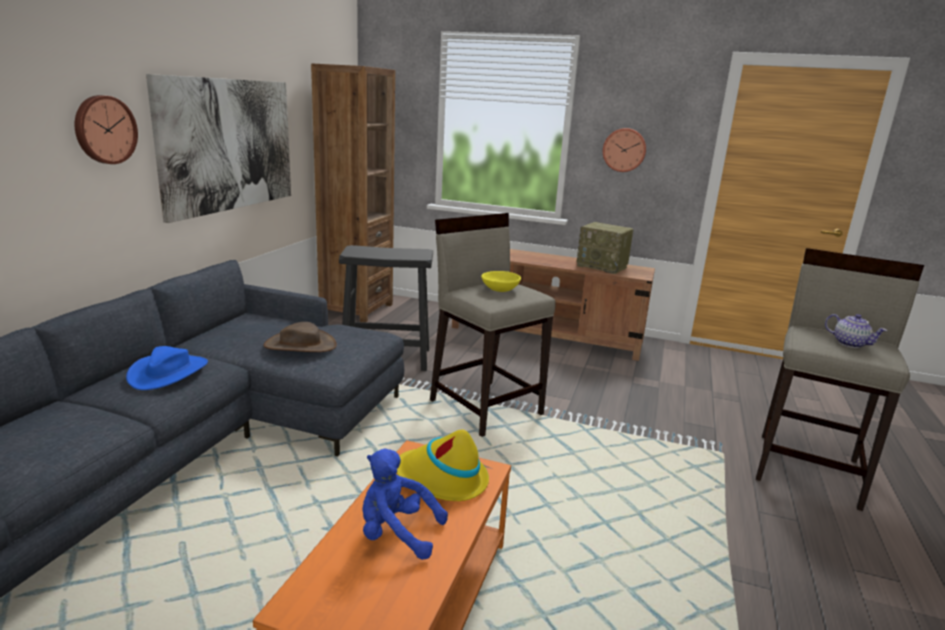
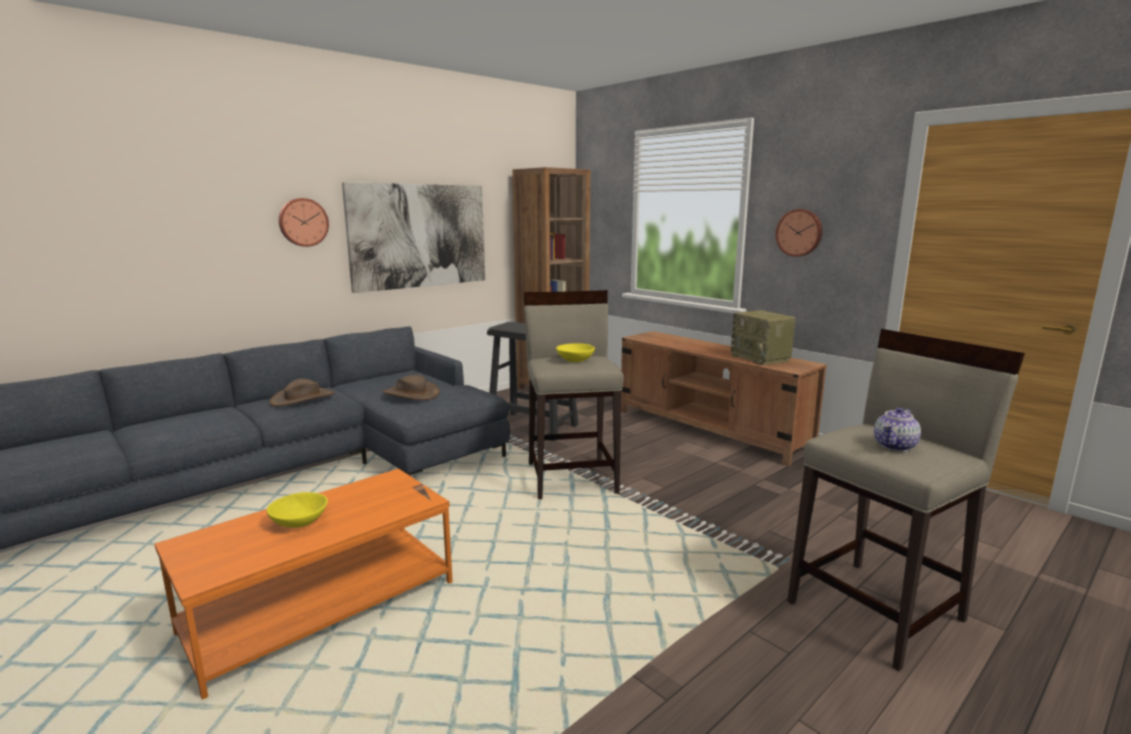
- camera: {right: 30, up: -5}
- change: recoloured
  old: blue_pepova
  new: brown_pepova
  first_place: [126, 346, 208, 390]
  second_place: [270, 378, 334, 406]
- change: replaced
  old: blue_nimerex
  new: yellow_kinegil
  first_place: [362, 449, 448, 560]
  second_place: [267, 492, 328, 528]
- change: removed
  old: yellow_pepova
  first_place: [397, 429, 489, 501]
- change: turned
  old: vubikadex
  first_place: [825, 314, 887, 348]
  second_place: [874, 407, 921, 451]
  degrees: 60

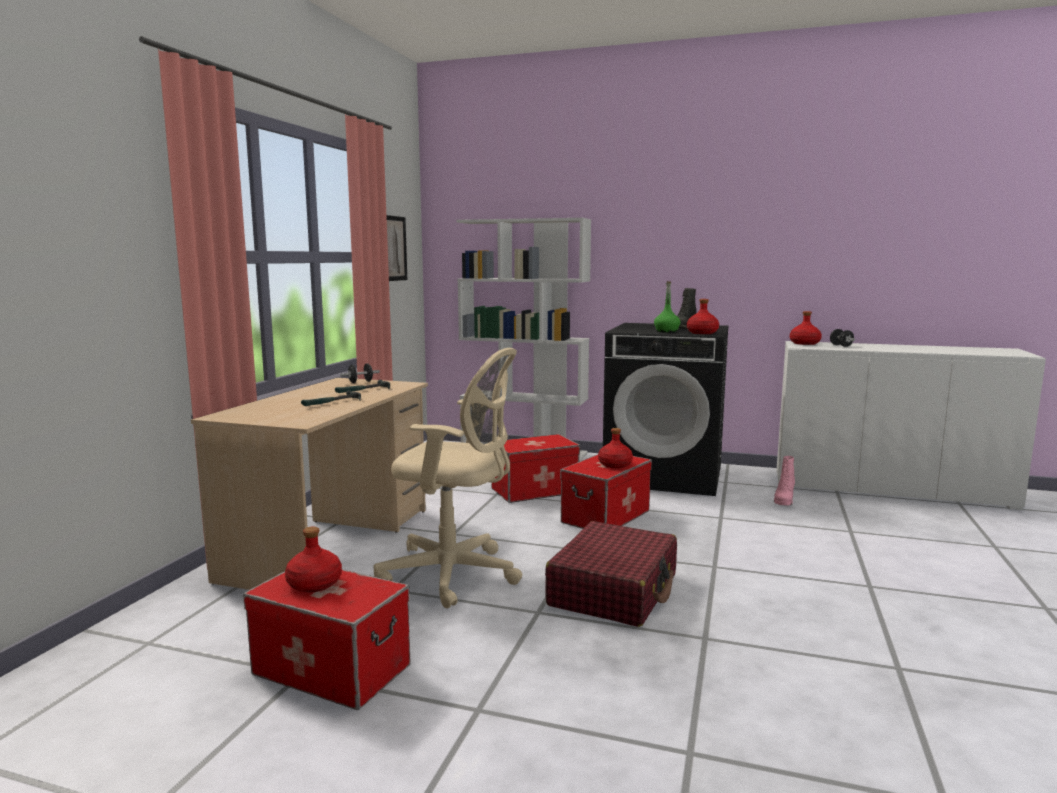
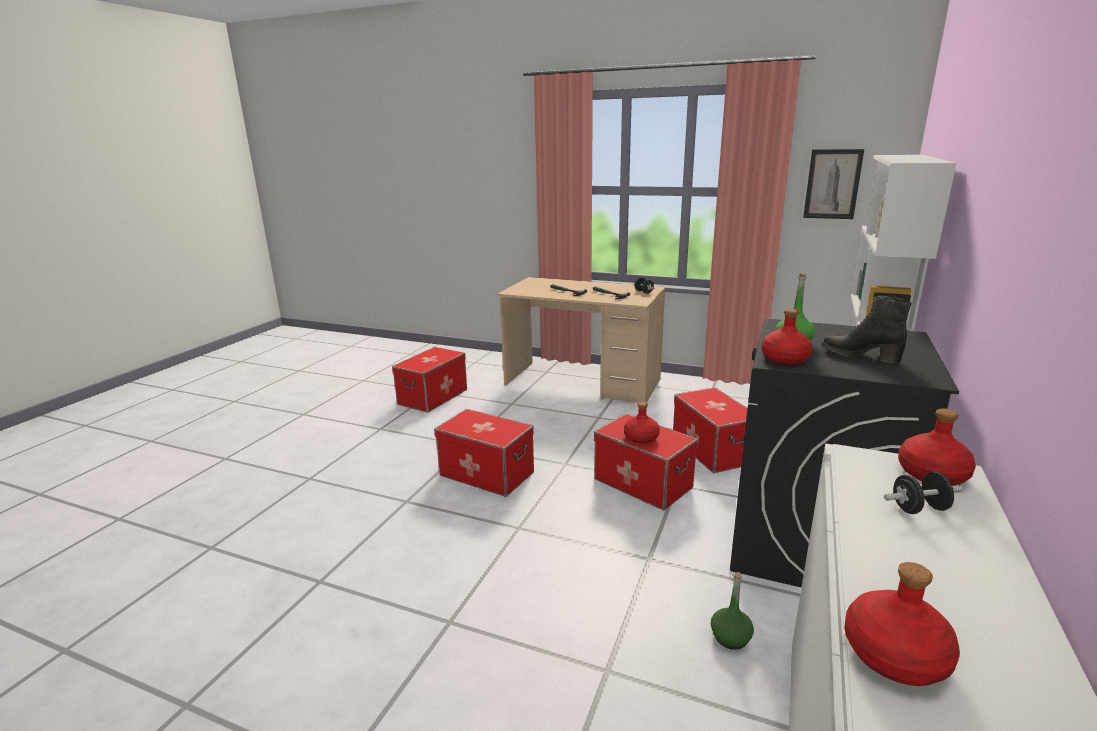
- camera: {right: 95, up: 10}
- change: moved
  old: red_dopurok
  first_place: [285, 526, 342, 592]
  second_place: [844, 562, 960, 686]
- change: removed
  old: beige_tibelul
  first_place: [374, 348, 523, 608]
- change: replaced
  old: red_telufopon
  new: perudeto
  first_place: [545, 521, 677, 627]
  second_place: [434, 409, 534, 497]
- change: replaced
  old: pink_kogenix
  new: green_dopurok
  first_place: [774, 456, 795, 505]
  second_place: [711, 572, 754, 650]

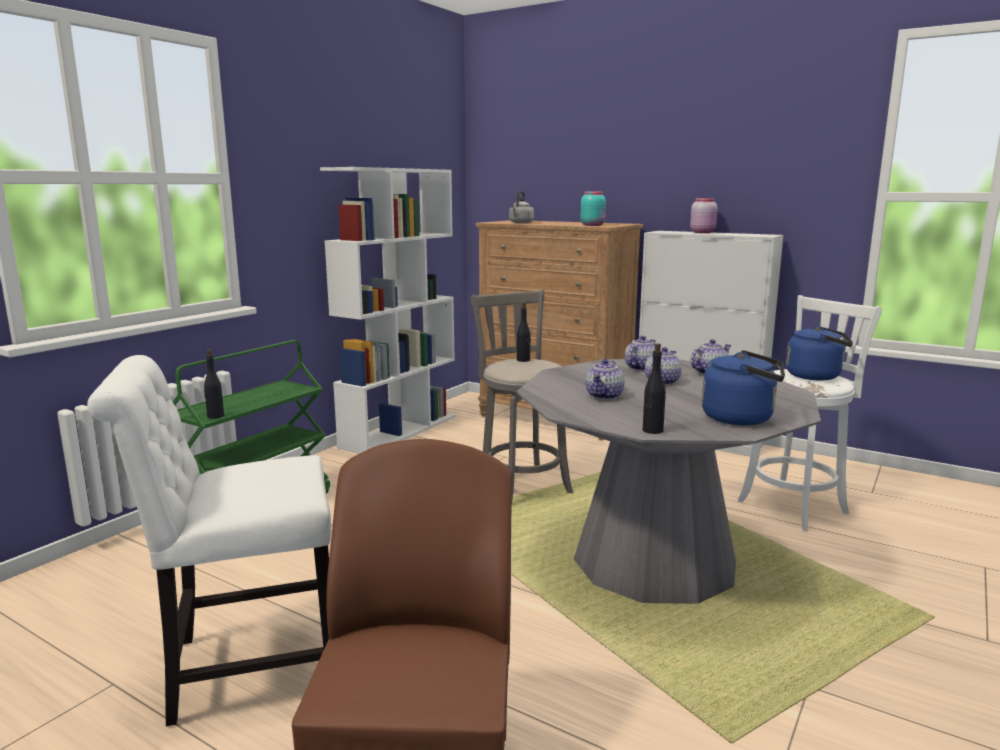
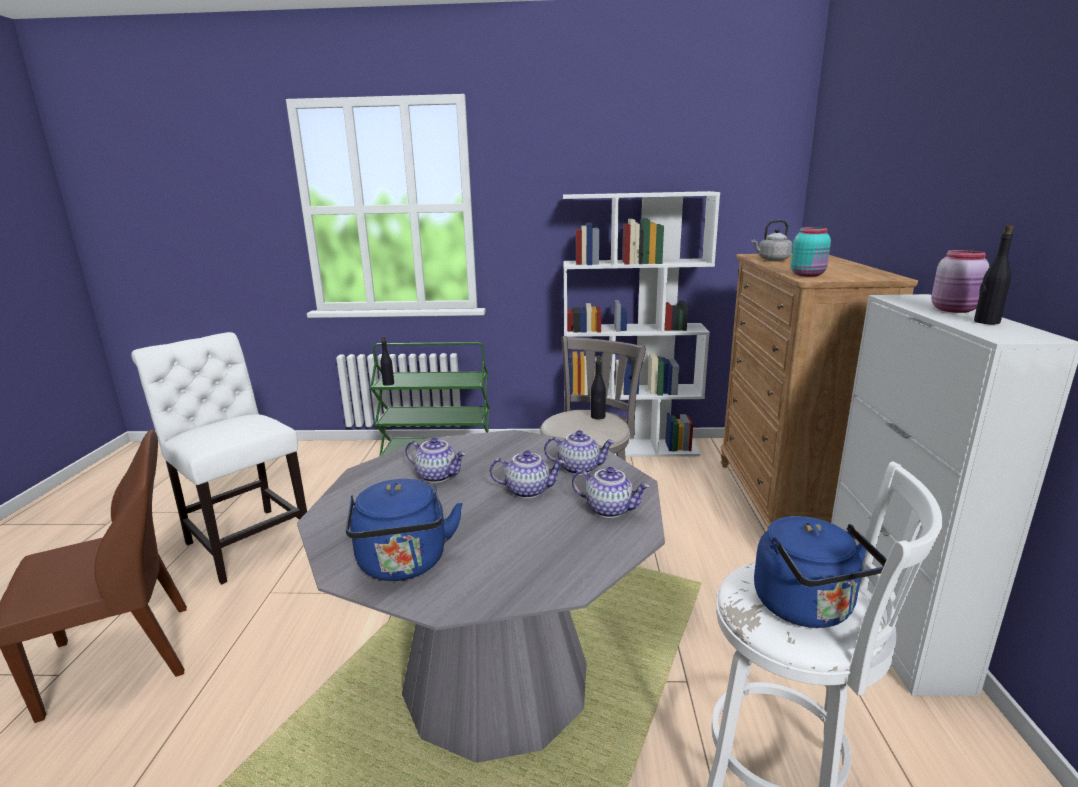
- camera: {right: 60, up: 5}
- change: turned
  old: vubikadex
  first_place: [585, 359, 625, 400]
  second_place: [406, 438, 466, 483]
  degrees: -150
- change: moved
  old: black_dopurok
  first_place: [643, 343, 666, 434]
  second_place: [974, 225, 1014, 324]

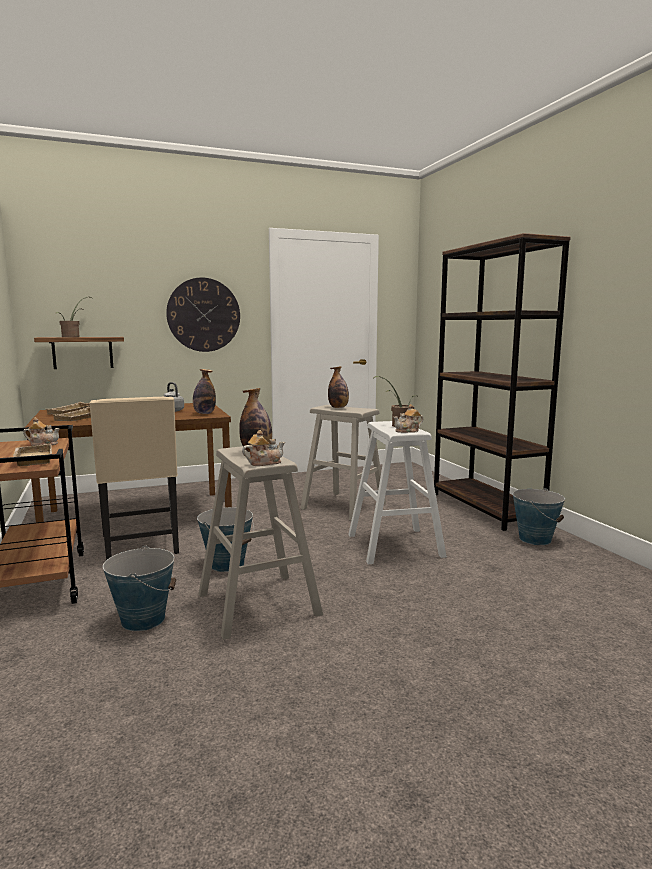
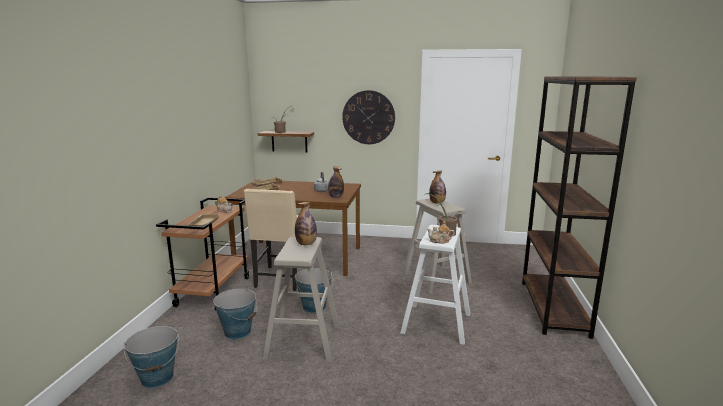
- camera: {right: 30, up: 5}
- change: removed
  old: vubikadex
  first_place: [242, 430, 285, 466]
- change: moved
  old: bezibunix
  first_place: [513, 488, 565, 545]
  second_place: [124, 326, 179, 388]

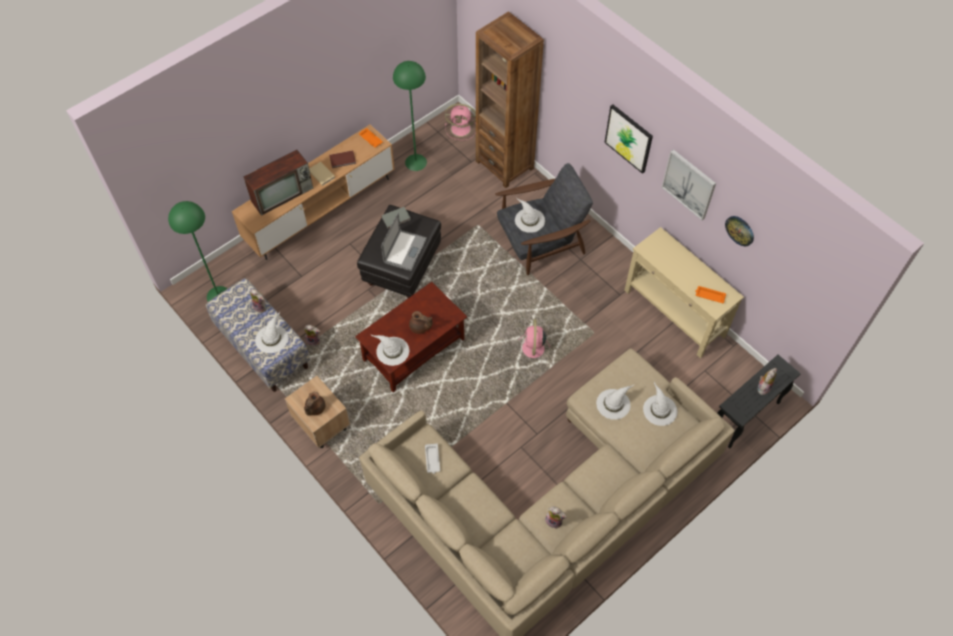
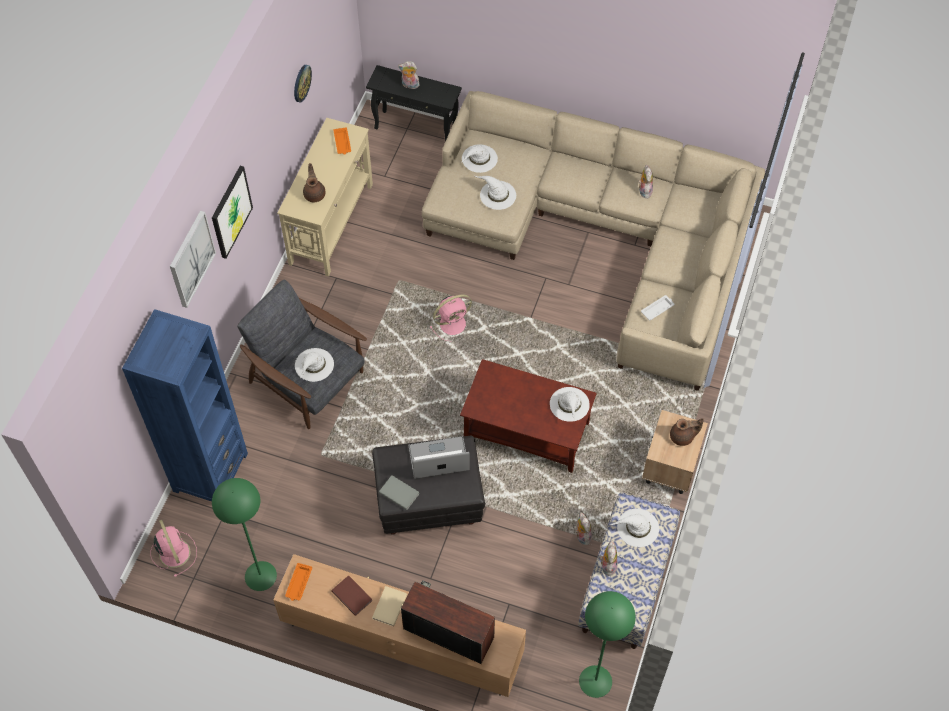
- camera: {right: -120, up: 0}
- change: moved
  old: brown_vubikadex
  first_place: [409, 311, 433, 334]
  second_place: [303, 163, 325, 202]
- change: recoloured
  old: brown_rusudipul
  new: blue_rusudipul
  first_place: [476, 11, 544, 188]
  second_place: [122, 309, 248, 501]
- change: moved
  old: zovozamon
  first_place: [662, 149, 716, 220]
  second_place: [170, 211, 216, 308]

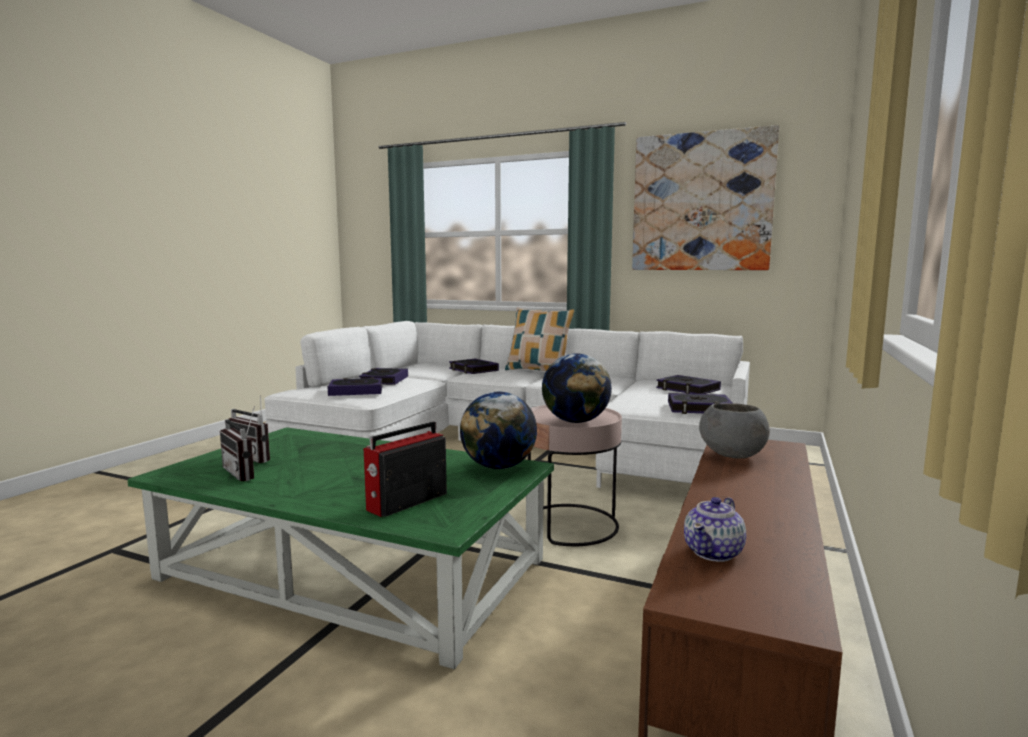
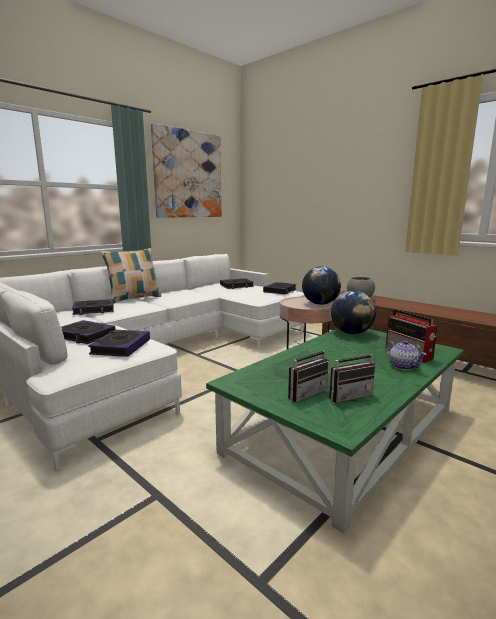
- camera: {right: -70, up: 5}
- change: moved
  old: vubikadex
  first_place: [684, 497, 746, 562]
  second_place: [385, 341, 427, 370]

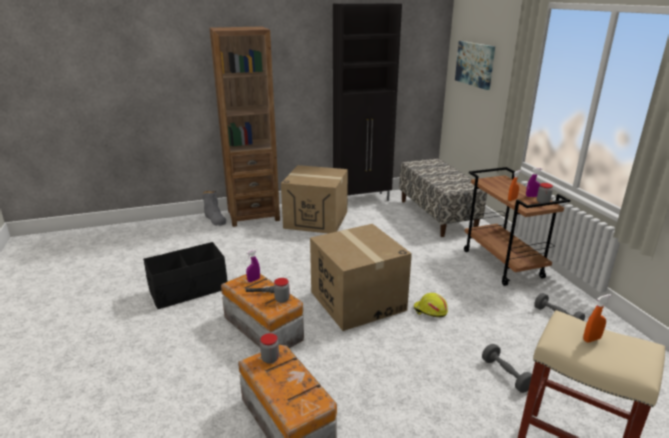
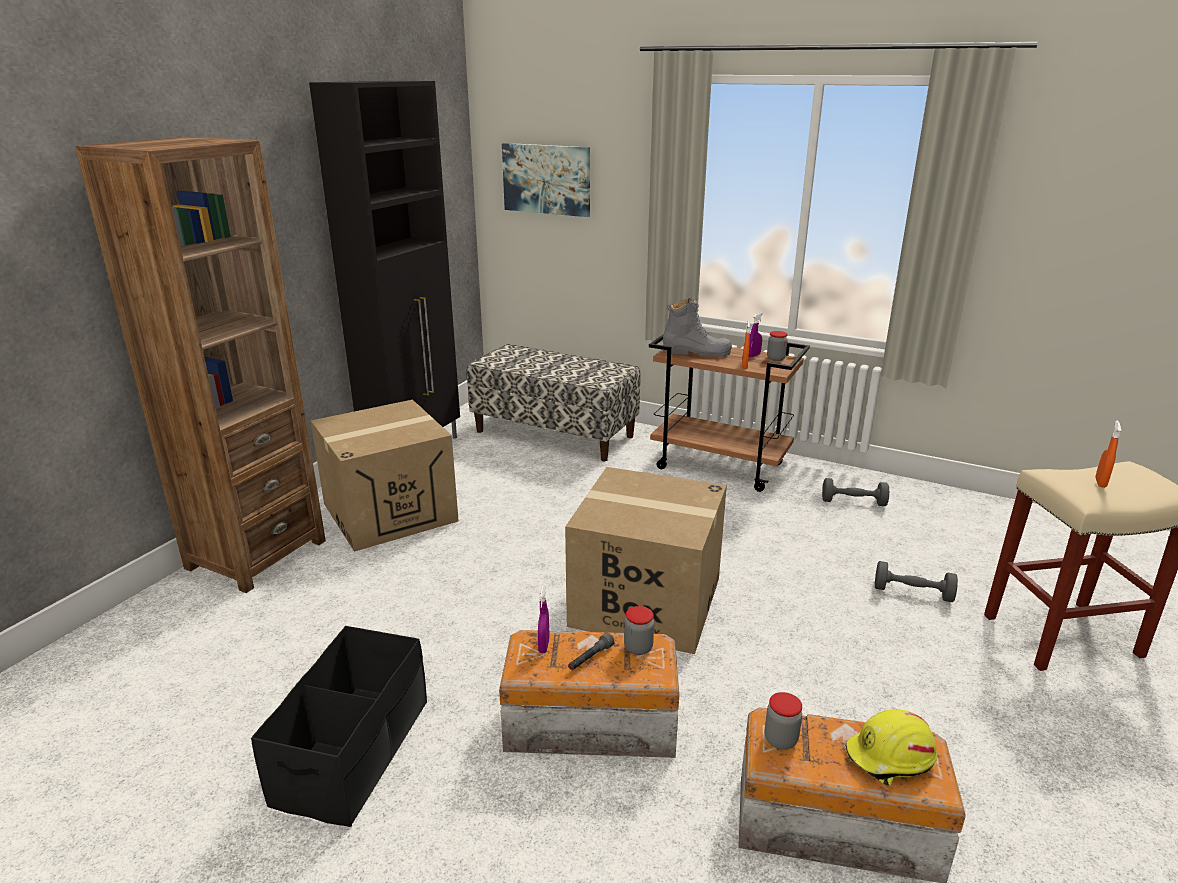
- camera: {right: -45, up: 0}
- change: moved
  old: grey_kogenix
  first_place: [202, 191, 226, 226]
  second_place: [663, 298, 732, 357]
- change: moved
  old: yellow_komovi
  first_place: [414, 293, 448, 317]
  second_place: [845, 709, 937, 785]

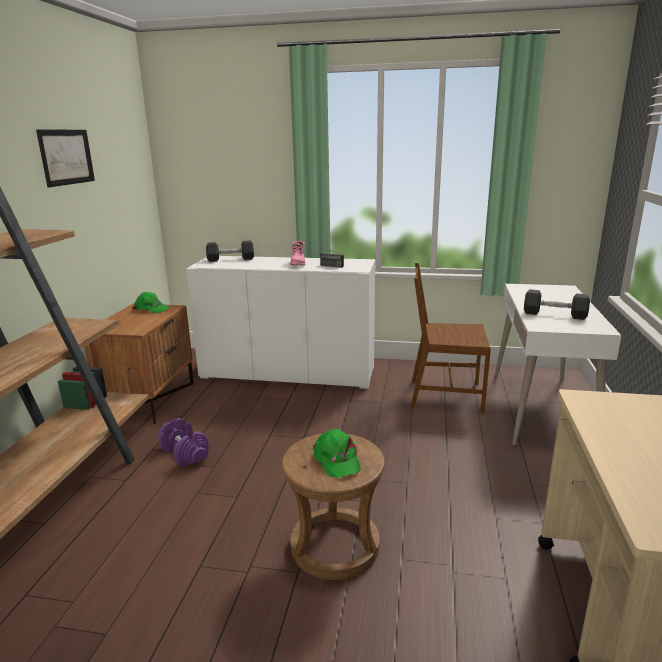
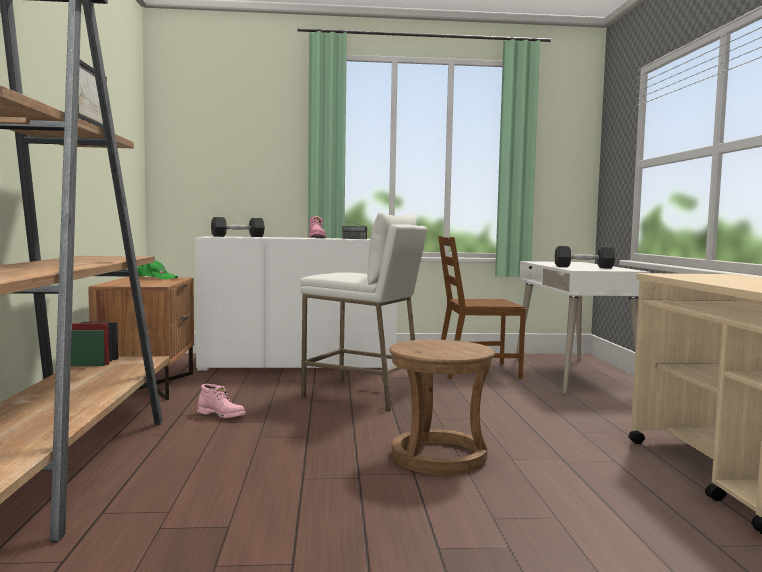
- camera: {right: -15, up: -15}
- change: replaced
  old: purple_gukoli
  new: pink_kogenix
  first_place: [158, 418, 209, 467]
  second_place: [197, 384, 246, 418]
- change: removed
  old: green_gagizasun
  first_place: [313, 429, 361, 478]
- change: added
  new: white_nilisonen
  second_place: [300, 212, 427, 411]

